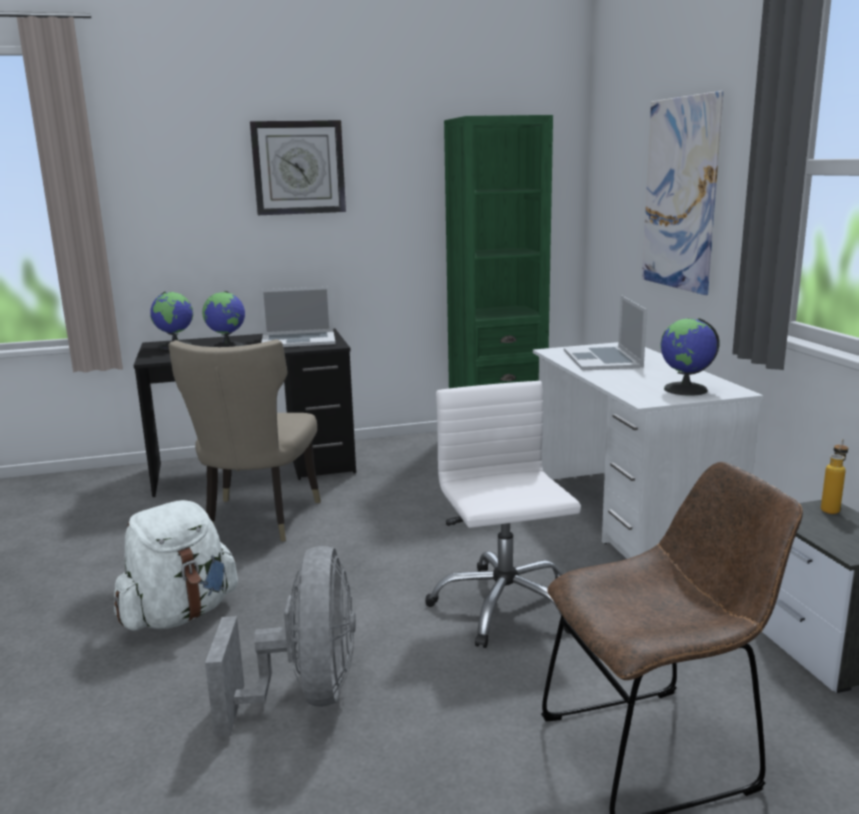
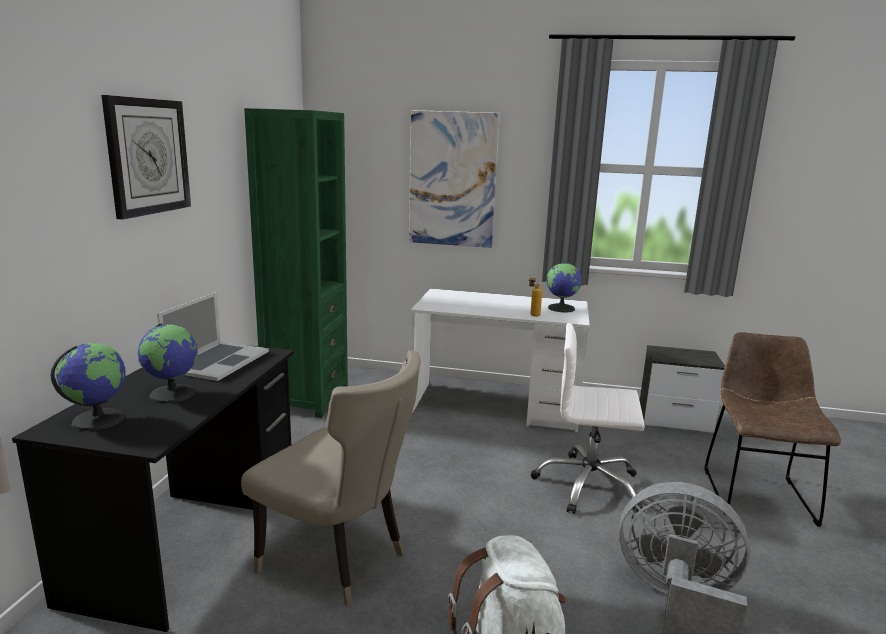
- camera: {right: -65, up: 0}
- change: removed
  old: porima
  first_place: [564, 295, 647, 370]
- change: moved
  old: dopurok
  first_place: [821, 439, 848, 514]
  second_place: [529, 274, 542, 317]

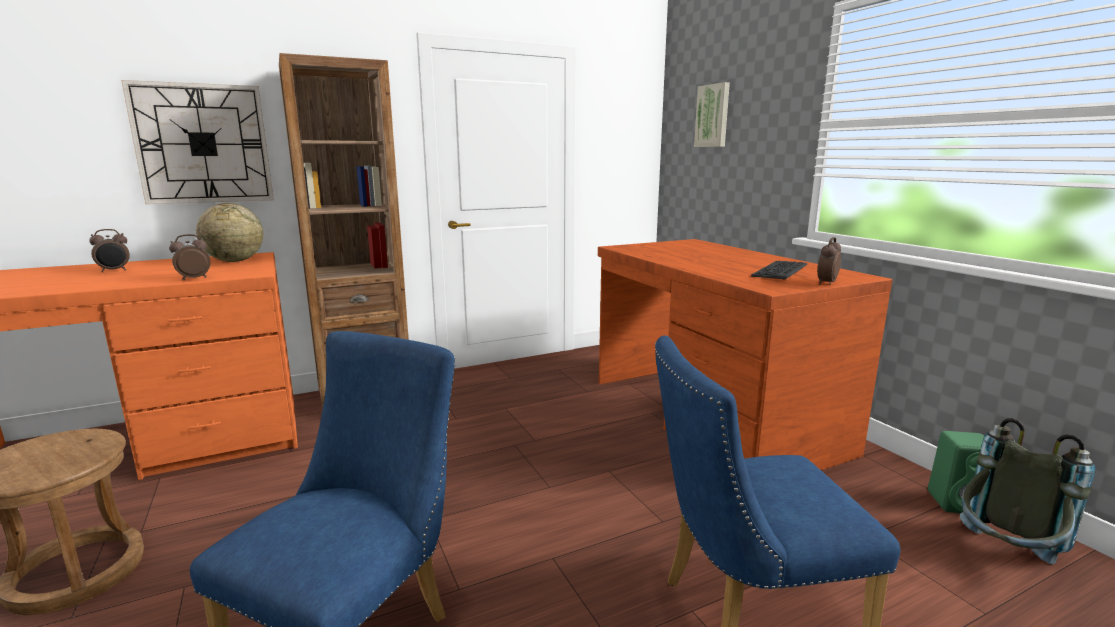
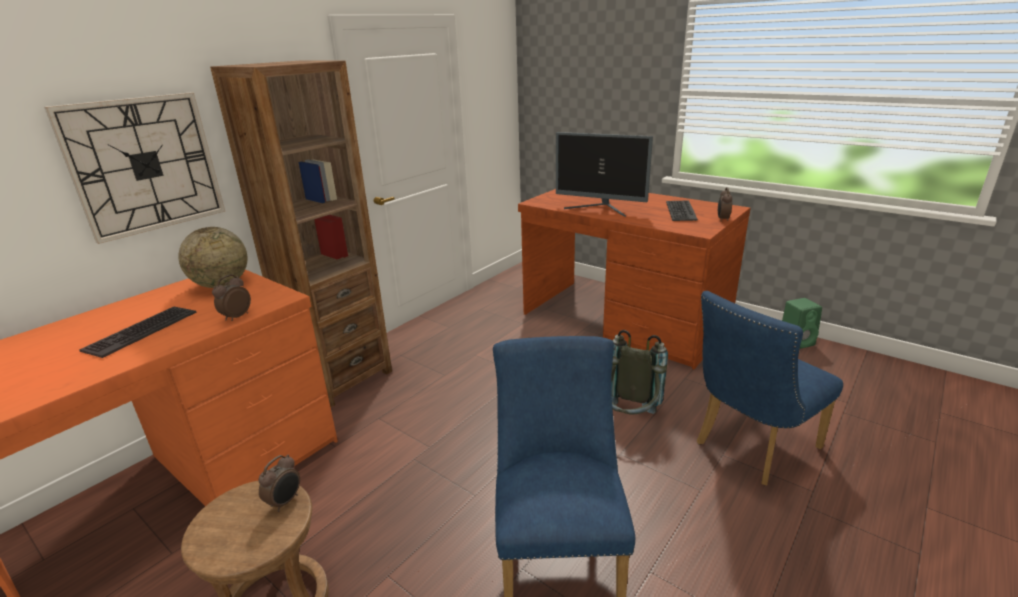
- camera: {right: -25, up: 10}
- change: moved
  old: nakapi
  first_place: [89, 229, 130, 272]
  second_place: [259, 454, 300, 512]
- change: removed
  old: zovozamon
  first_place: [694, 82, 730, 147]
- change: moved
  old: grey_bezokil
  first_place: [960, 418, 1095, 564]
  second_place: [611, 330, 668, 415]
- change: added
  new: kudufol
  second_place: [79, 307, 196, 358]
- change: added
  new: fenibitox
  second_place: [556, 132, 653, 217]

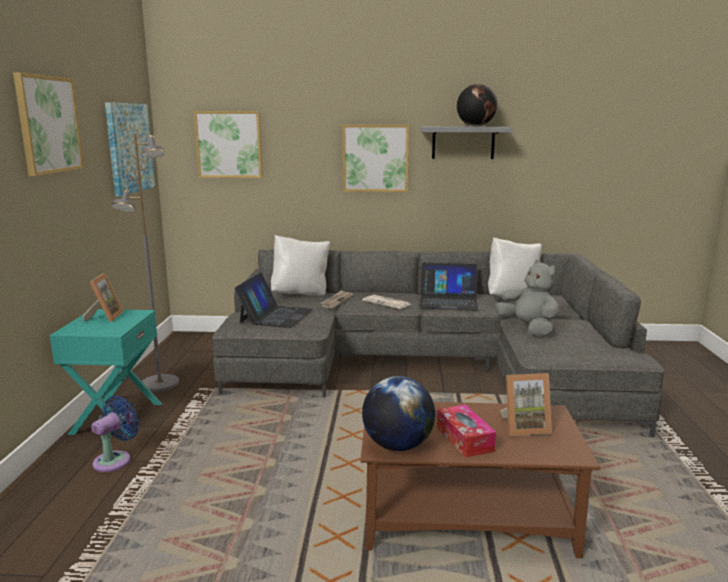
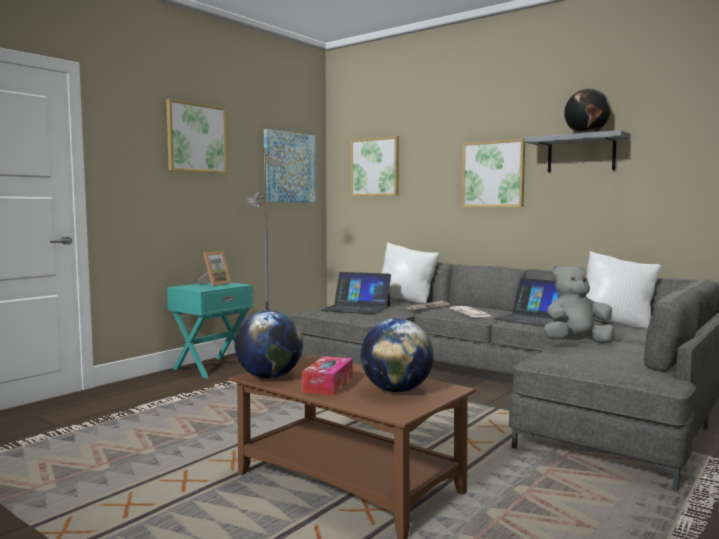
- camera: {right: 35, up: -10}
- change: removed
  old: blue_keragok
  first_place: [91, 396, 139, 472]
- change: turned
  old: porima
  first_place: [234, 273, 313, 328]
  second_place: [321, 272, 391, 314]
  degrees: 60
- change: turned
  old: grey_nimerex
  first_place: [495, 260, 559, 336]
  second_place: [544, 265, 615, 344]
  degrees: -105
- change: replaced
  old: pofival
  new: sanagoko
  first_place: [500, 373, 552, 436]
  second_place: [361, 318, 434, 392]

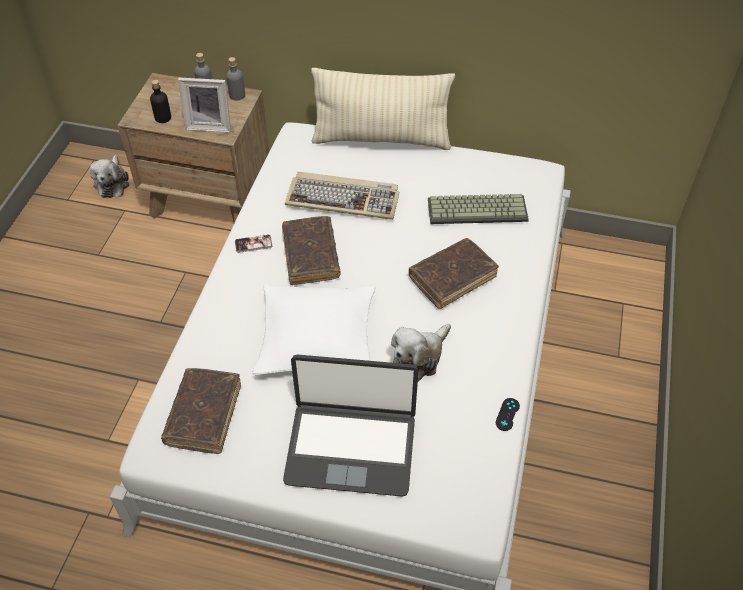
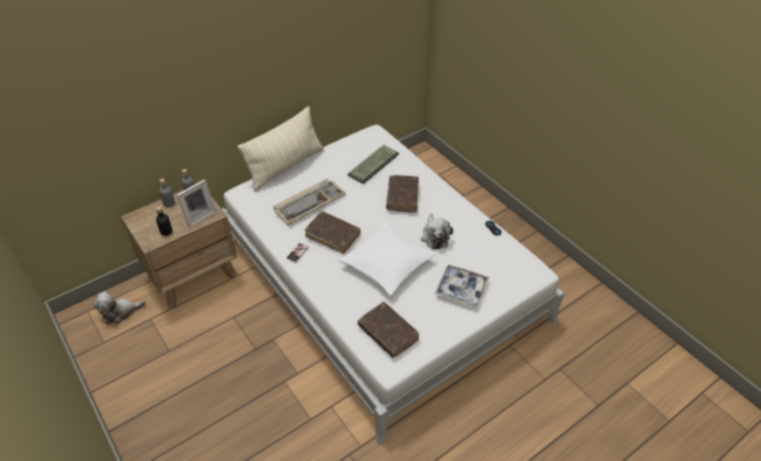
- camera: {right: -50, up: -5}
- change: turned
  old: nimerex
  first_place: [90, 155, 130, 198]
  second_place: [93, 291, 146, 324]
  degrees: 120
- change: replaced
  old: porima
  new: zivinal
  first_place: [283, 355, 418, 496]
  second_place: [435, 265, 490, 307]

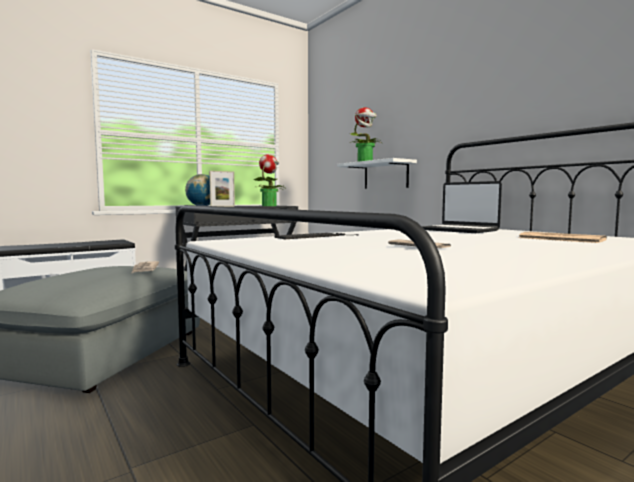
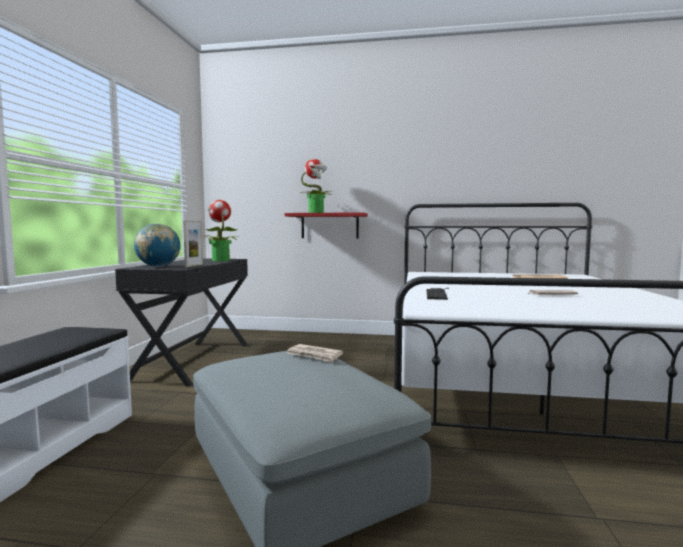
- camera: {right: -45, up: 0}
- change: recoloured
  old: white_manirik
  new: red_manirik
  first_place: [337, 158, 417, 189]
  second_place: [285, 212, 368, 238]
- change: removed
  old: porima
  first_place: [422, 181, 502, 233]

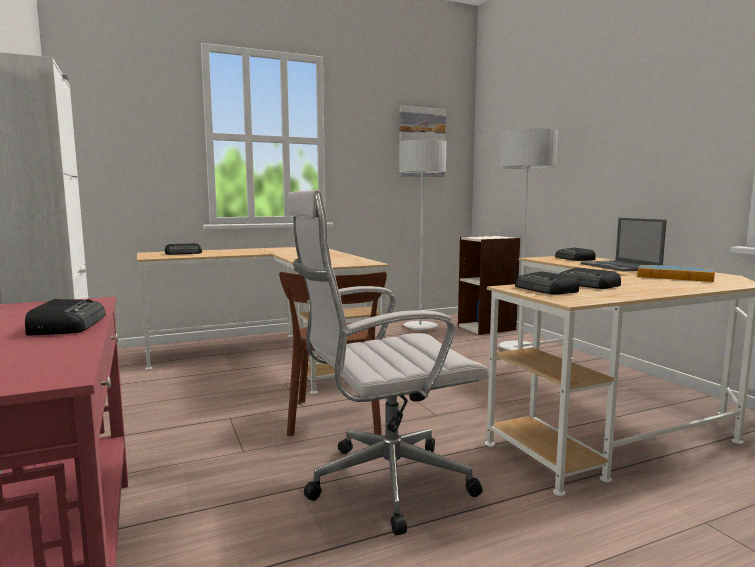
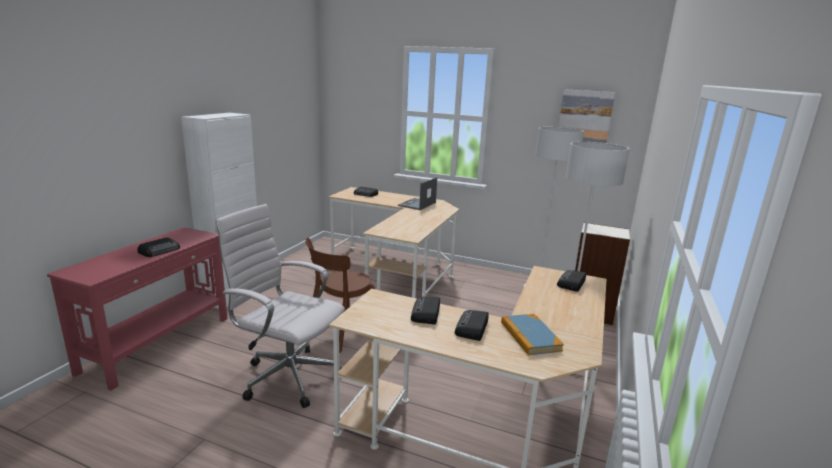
- camera: {right: 45, up: 10}
- change: moved
  old: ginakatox
  first_place: [515, 271, 579, 295]
  second_place: [455, 310, 489, 341]
- change: moved
  old: porima
  first_place: [581, 218, 667, 272]
  second_place: [398, 177, 437, 210]

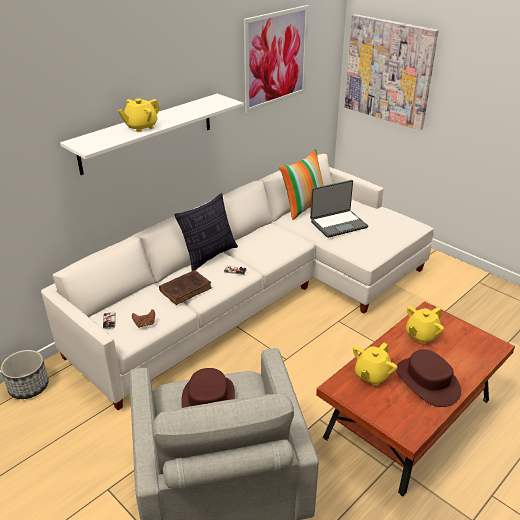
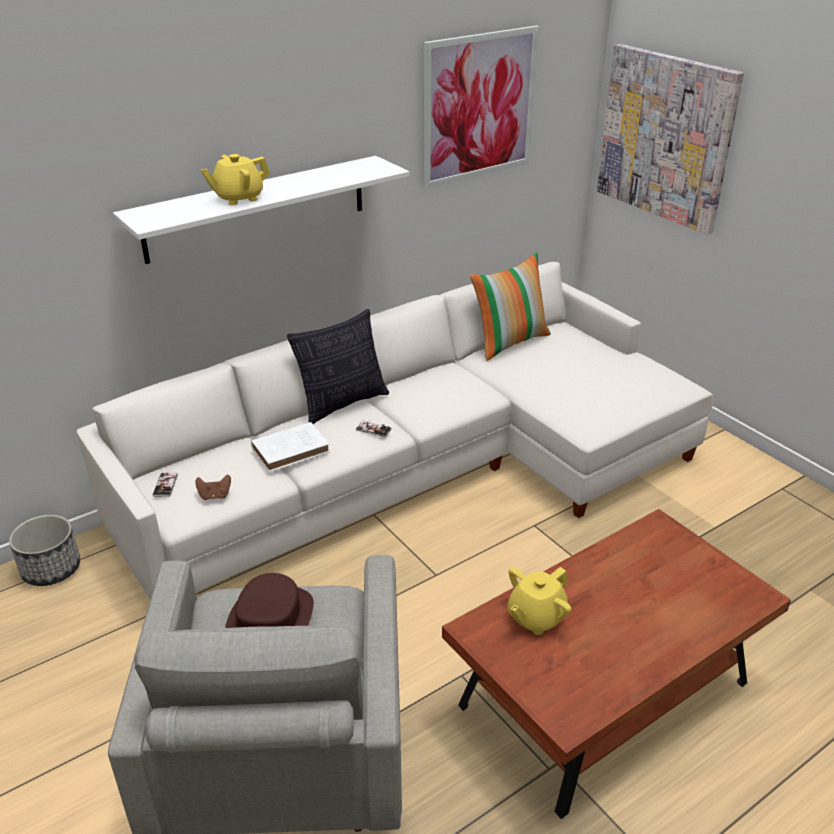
- camera: {right: 10, up: 0}
- change: recoloured
  old: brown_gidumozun
  new: white_gidumozun
  first_place: [159, 270, 212, 305]
  second_place: [251, 422, 330, 472]
- change: removed
  old: porima
  first_place: [310, 180, 368, 238]
- change: removed
  old: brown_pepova
  first_place: [396, 349, 461, 407]
- change: removed
  old: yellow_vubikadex
  first_place: [406, 306, 444, 344]

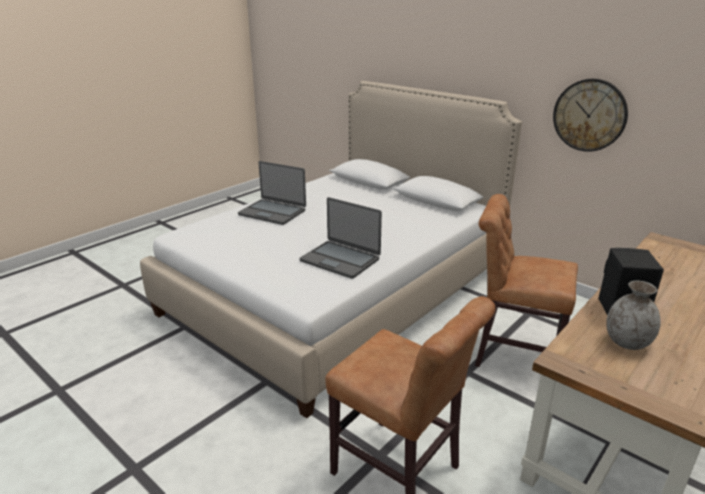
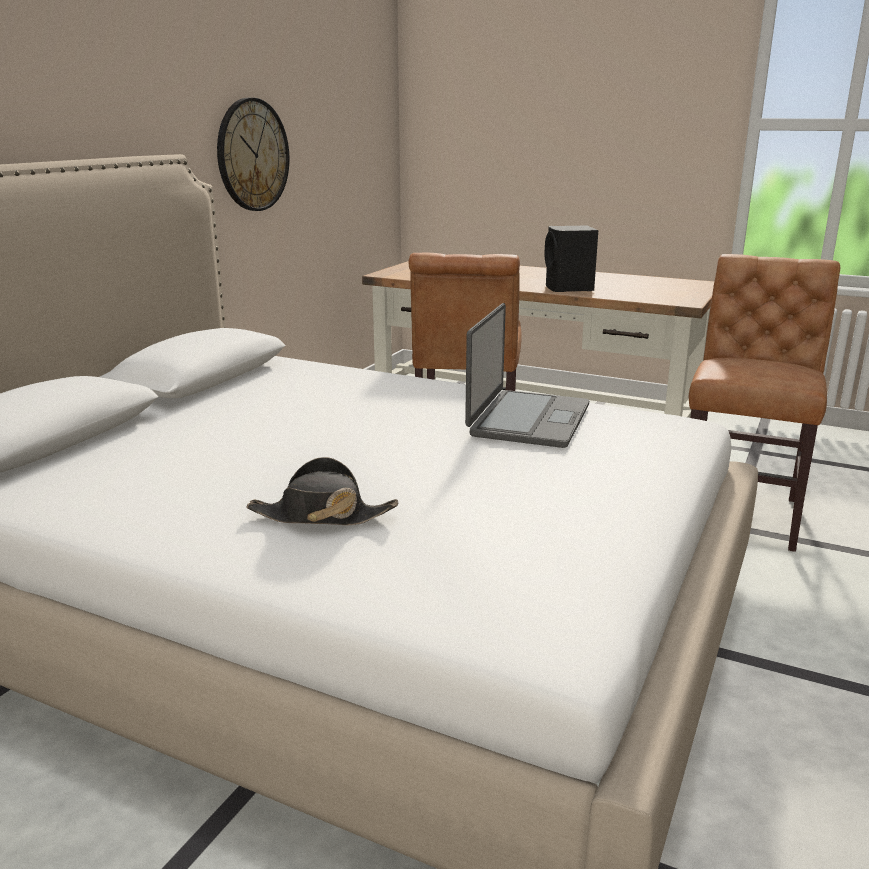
- camera: {right: -105, up: -5}
- change: replaced
  old: porima
  new: black_pepova
  first_place: [238, 161, 306, 225]
  second_place: [246, 457, 398, 525]
- change: removed
  old: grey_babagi
  first_place: [606, 281, 661, 350]

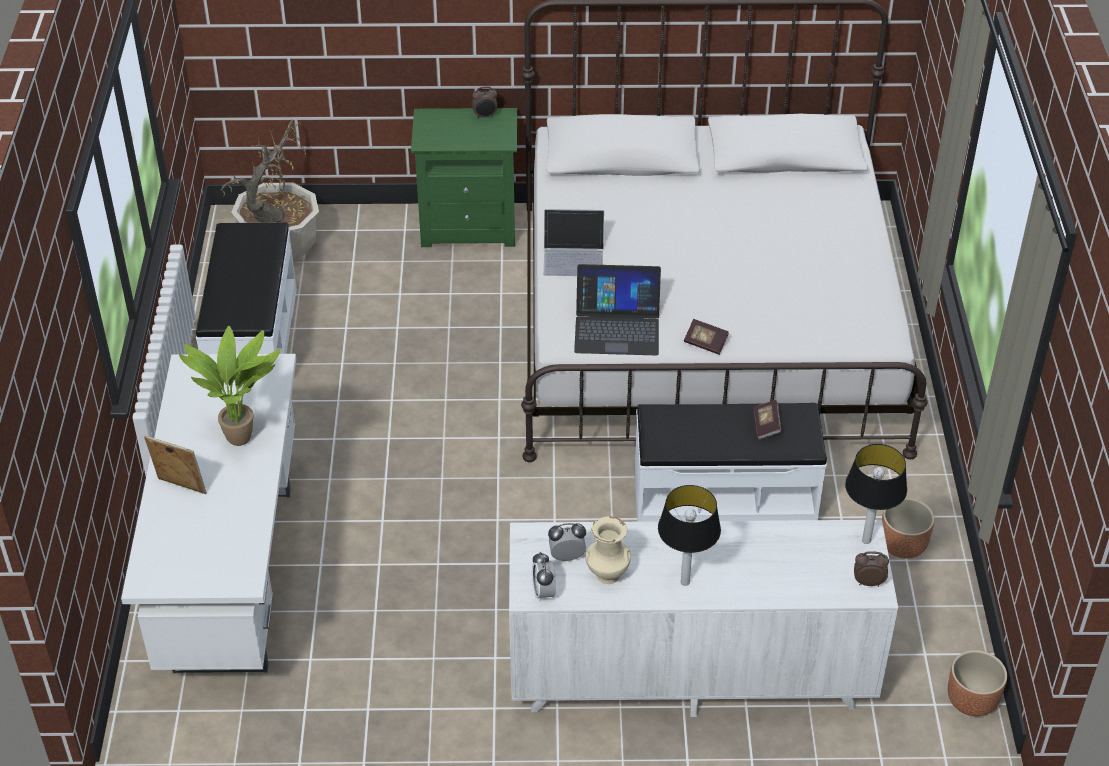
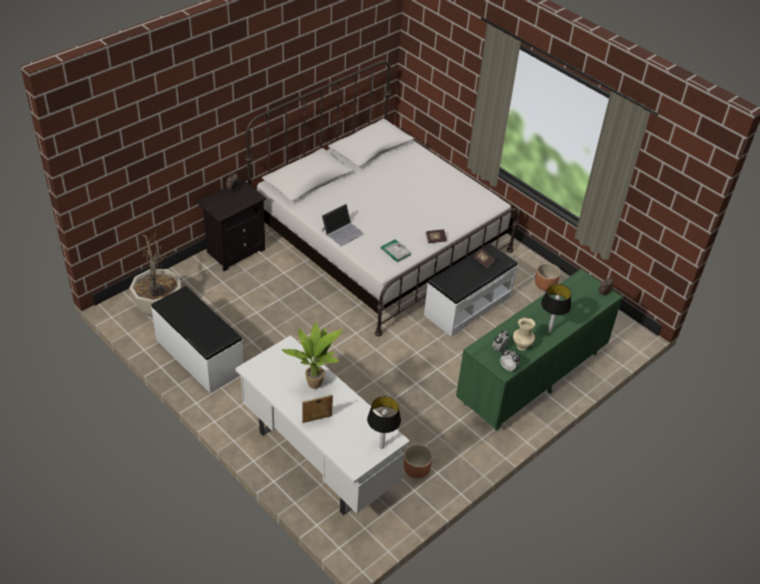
- camera: {right: -45, up: 0}
- change: recoloured
  old: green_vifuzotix
  new: black_vifuzotix
  first_place: [411, 108, 517, 247]
  second_place: [196, 179, 266, 271]
- change: recoloured
  old: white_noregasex
  new: green_noregasex
  first_place: [509, 520, 898, 717]
  second_place: [456, 269, 622, 431]
- change: replaced
  old: porima
  new: gidumozun
  first_place: [574, 264, 661, 356]
  second_place: [381, 239, 412, 262]
- change: moved
  old: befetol
  first_place: [845, 444, 907, 544]
  second_place: [367, 396, 401, 449]
- change: moved
  old: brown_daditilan
  first_place: [948, 650, 1007, 716]
  second_place: [403, 444, 433, 479]

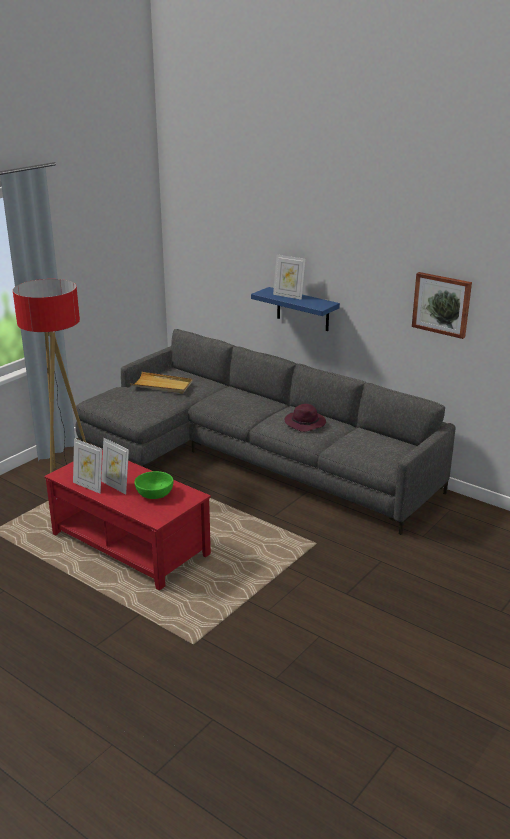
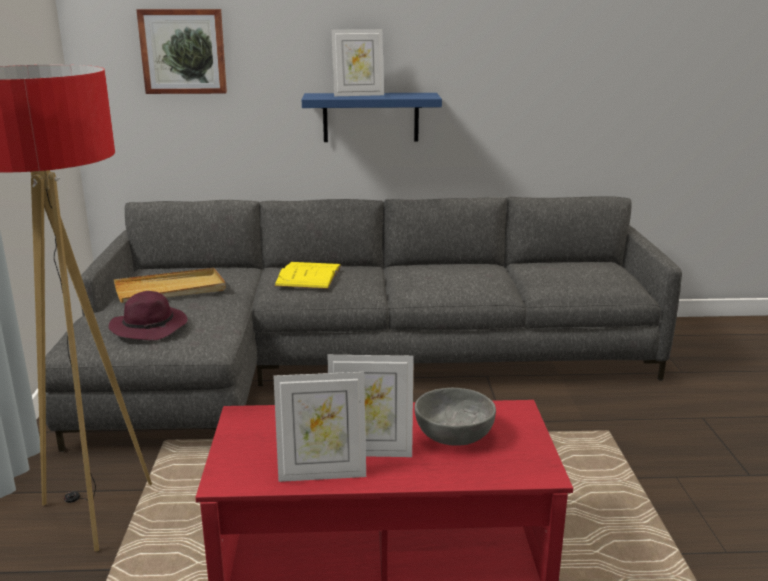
- camera: {right: -40, up: -5}
- change: recoloured
  old: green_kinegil
  new: grey_kinegil
  first_place: [134, 471, 174, 499]
  second_place: [414, 388, 496, 446]
- change: moved
  old: purple_pepova
  first_place: [284, 404, 326, 432]
  second_place: [108, 291, 188, 341]
- change: moved
  old: zovozamon
  first_place: [412, 272, 472, 339]
  second_place: [136, 9, 227, 94]
- change: added
  new: yellow_gidumozun
  second_place: [274, 262, 341, 289]

